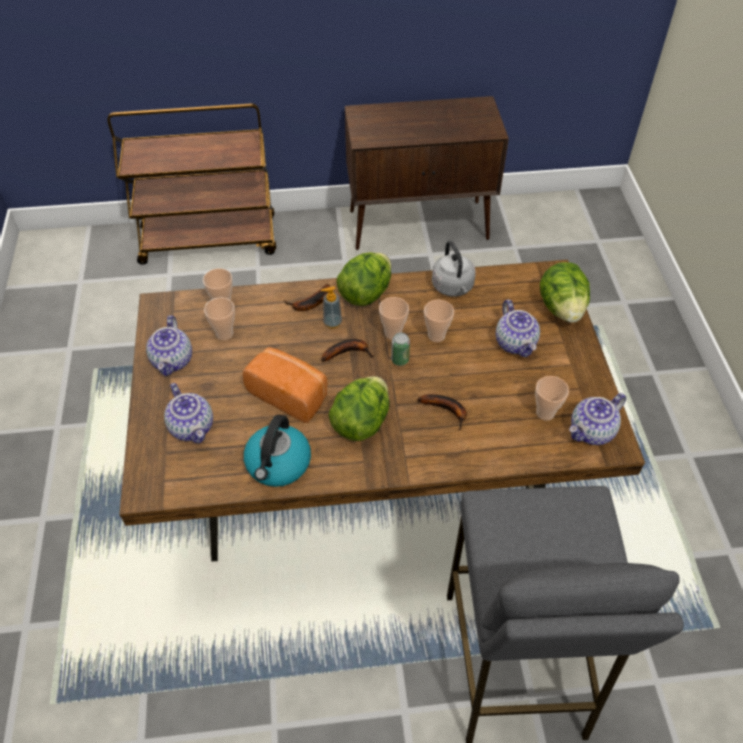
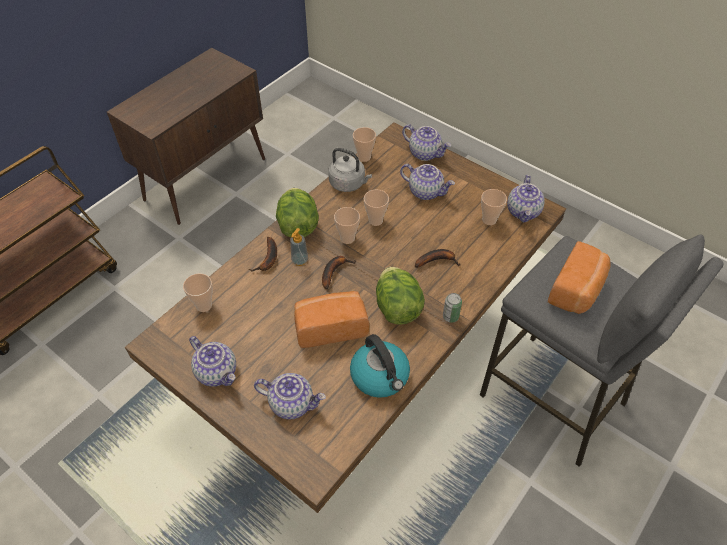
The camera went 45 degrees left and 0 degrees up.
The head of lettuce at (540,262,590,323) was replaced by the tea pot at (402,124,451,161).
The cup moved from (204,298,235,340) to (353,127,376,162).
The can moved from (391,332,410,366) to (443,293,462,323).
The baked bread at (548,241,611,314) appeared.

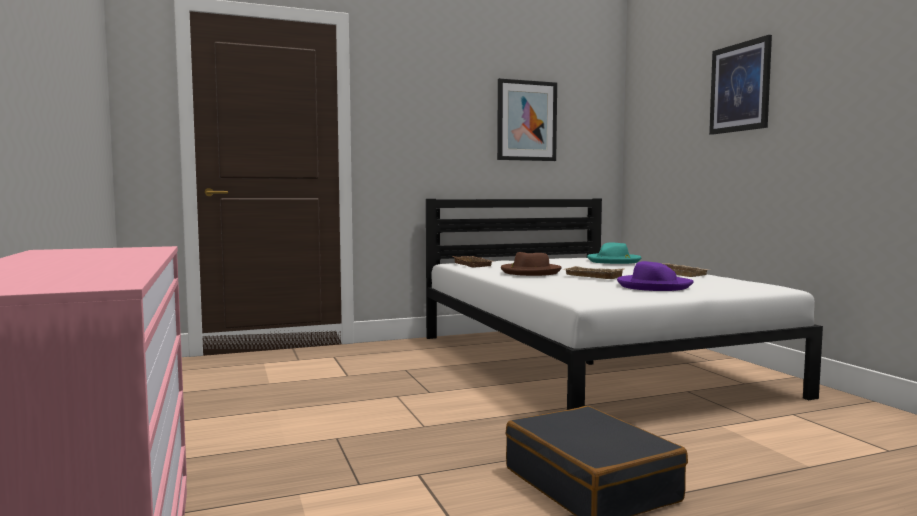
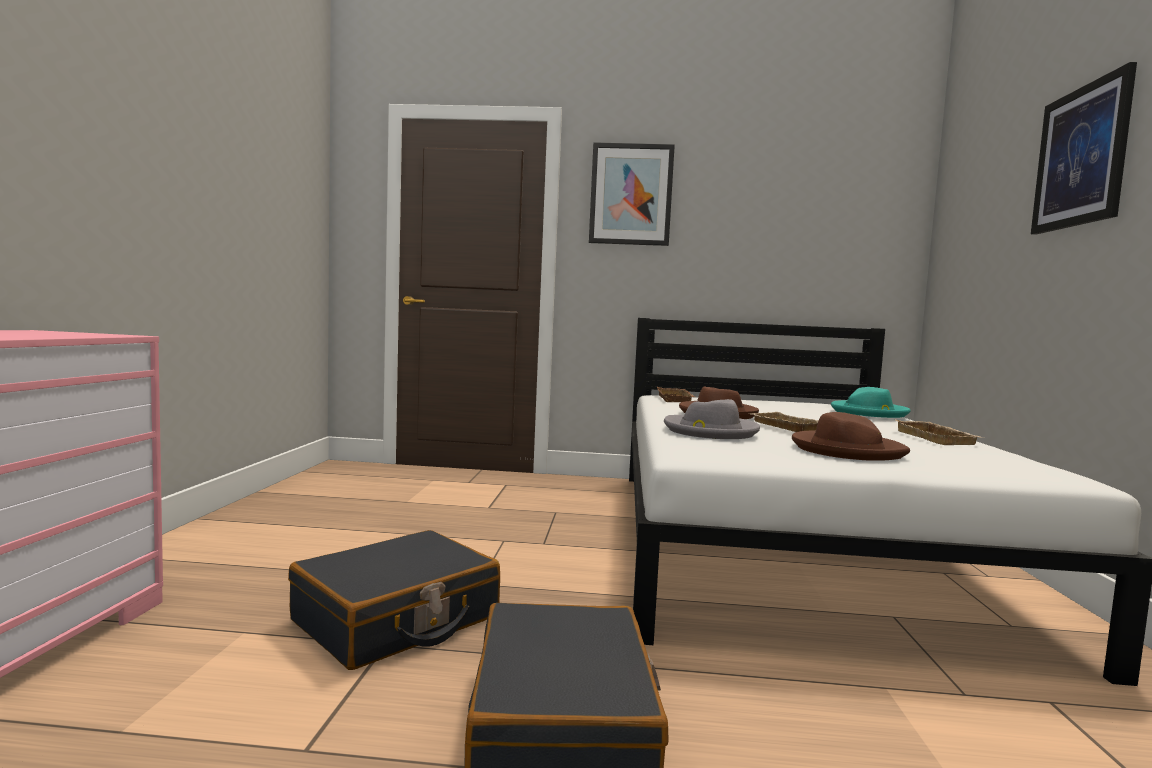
The camera went 25 degrees right and 0 degrees up.
The wall art moved from (497,78,557,161) to (589,142,675,246).
The wearable hat/purplish at (617,261,694,291) became the wearable hat/brownish at (792,412,910,461).
The wearable hat/gray at (664,399,760,439) appeared.
The travel case/blackish at (288,530,500,670) appeared.

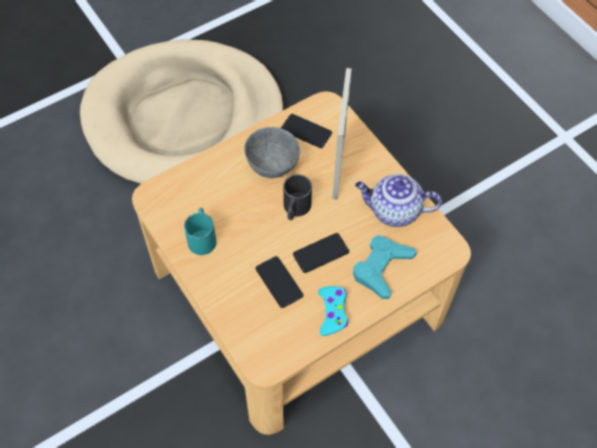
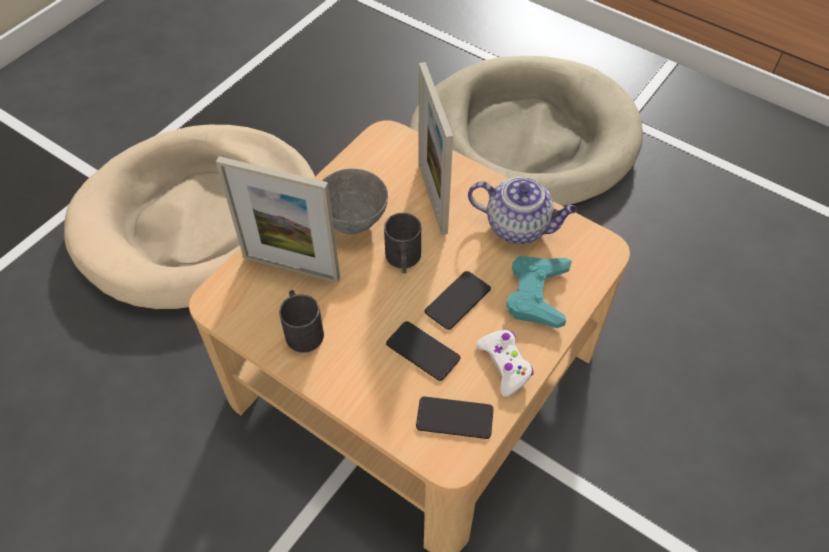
The camera went 20 degrees left and 5 degrees down.
The handset moved from (281,114,332,148) to (416,396,493,439).
The tea pot at (355,174,442,227) turned 150 degrees counterclockwise.
The mug/turquoise at (184,208,217,255) became the mug/blackish at (279,290,324,353).
The joypad/turquoise at (318,286,348,336) became the joypad/white-coloured at (476,330,533,397).
The dog bed/beige at (410,56,643,207) appeared.
The standing frame at (216,156,340,283) appeared.

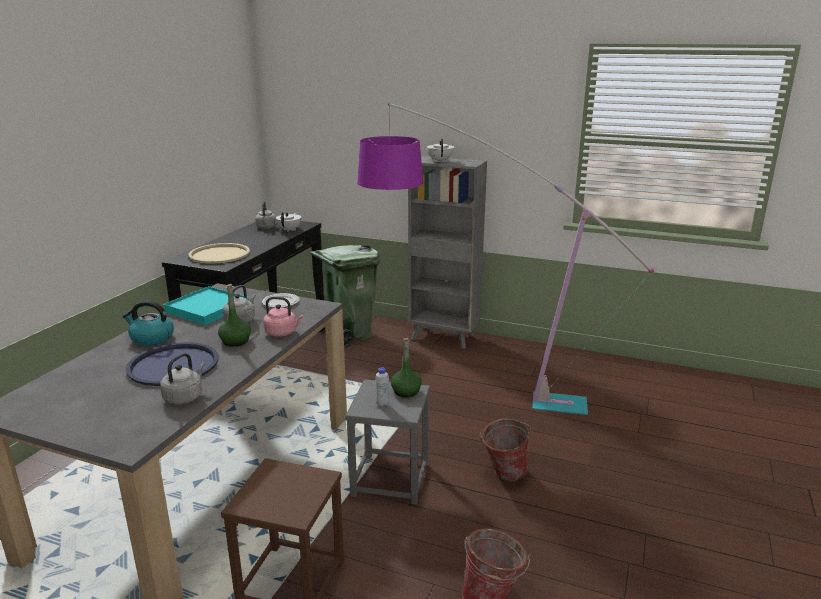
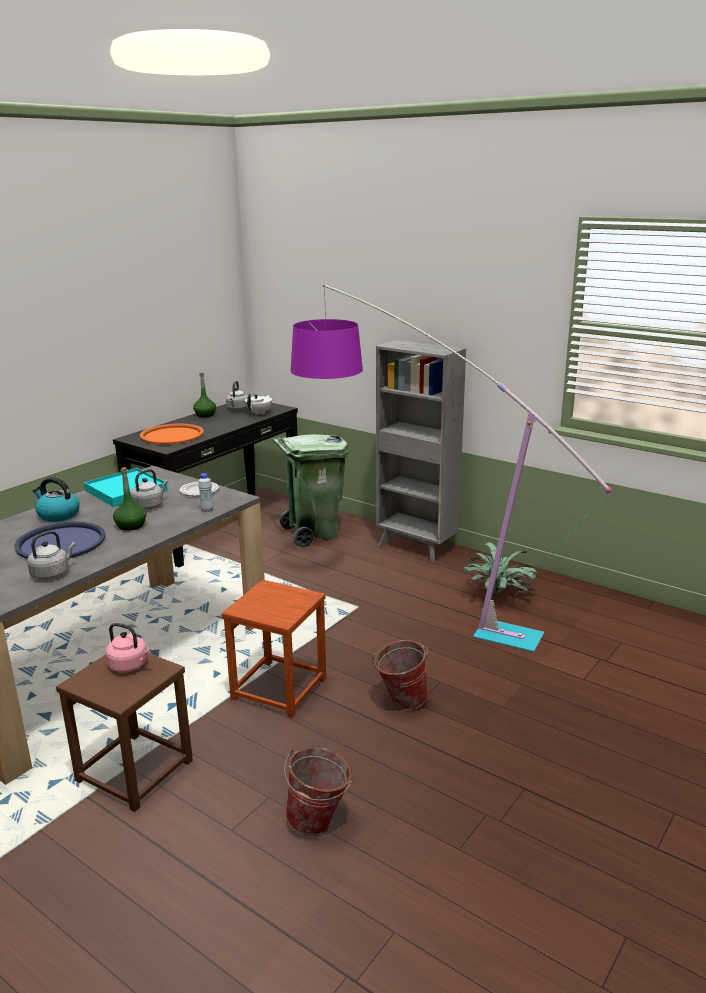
The camera went 15 degrees right and 0 degrees up.
The tea pot/white-coloured at (427,139,454,163) disappeared.
The serving tray/beige at (188,243,250,264) became the serving tray/orange-coloured at (140,424,204,445).
The tea kettle/pinkish moved from (263,297,303,337) to (105,623,151,672).
The drink bottle/green-coloured moved from (391,338,422,398) to (193,373,216,417).
The drink bottle/white-coloured moved from (375,368,389,407) to (198,473,213,512).
The sitting stool/gray at (345,379,430,505) became the sitting stool/brownish at (222,580,326,718).
The houseplant at (462,542,538,595) appeared.

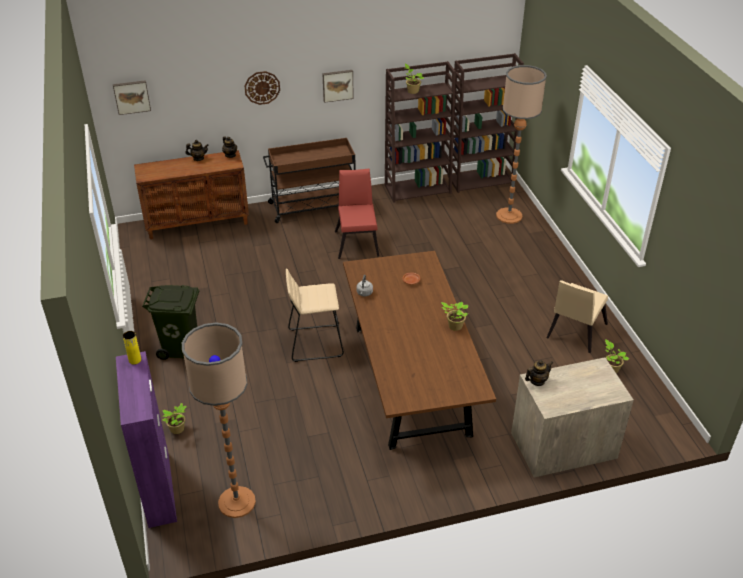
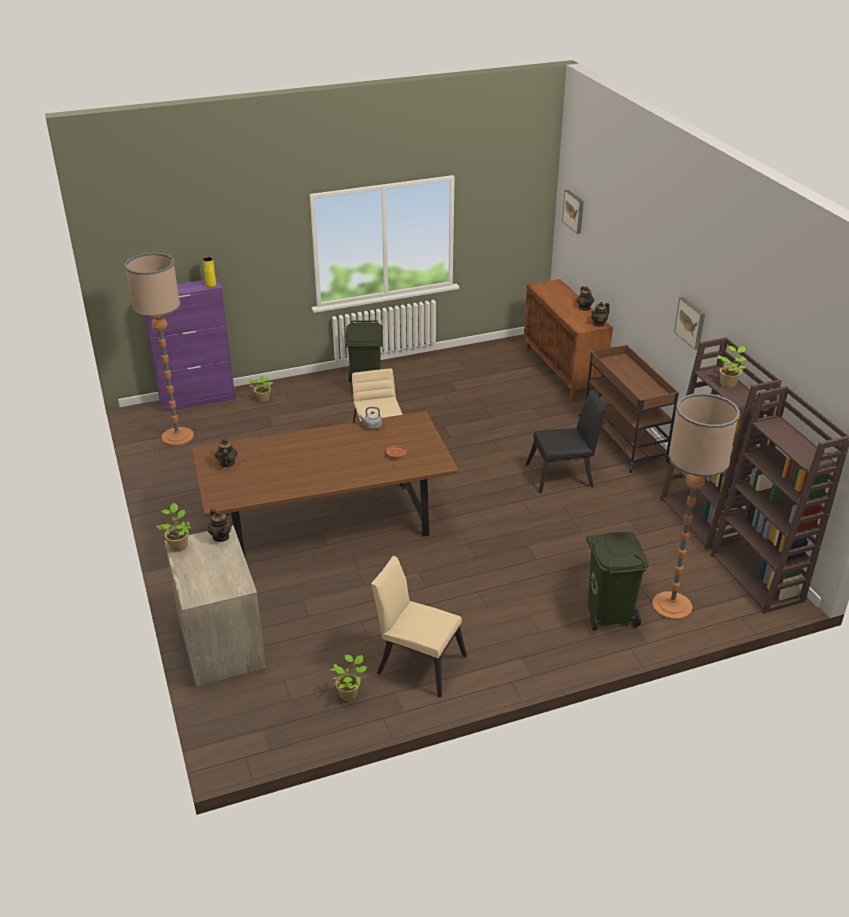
The camera went 85 degrees right and 5 degrees down.
The clock on the wall at (244,71,280,105) disappeared.
The plain chair/red-coloured at (335,169,379,259) became the plain chair/blackish at (525,389,607,494).
The houseplant moved from (441,302,468,331) to (156,503,191,552).
The tea pot at (215,437,238,467) appeared.
The waste bin/green-coloured at (586,532,649,631) appeared.

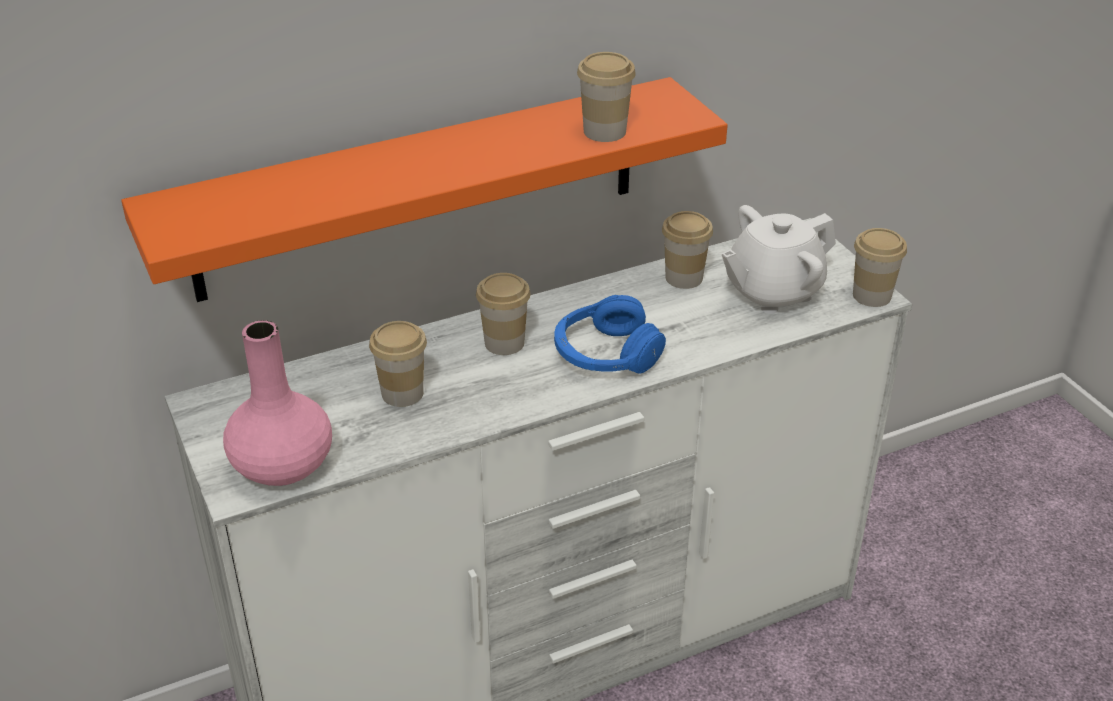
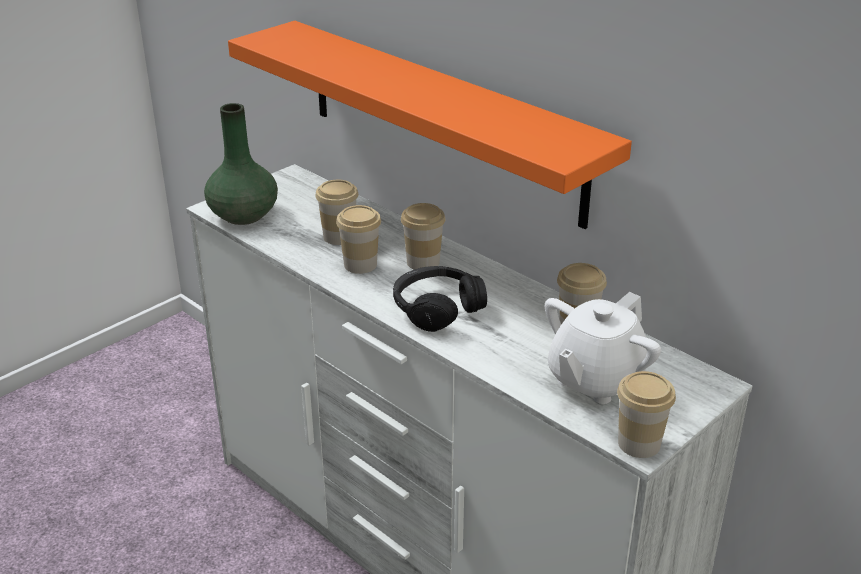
The camera went 70 degrees right and 5 degrees down.
The cup moved from (577,52,636,142) to (336,205,381,274).
The tea pot/white-coloured at (722,205,836,314) turned 90 degrees counterclockwise.
The headphones/blue at (554,295,666,374) became the headphones/blackish at (393,266,487,332).
The vase/pinkish at (223,320,332,486) became the vase/green-coloured at (204,103,278,225).

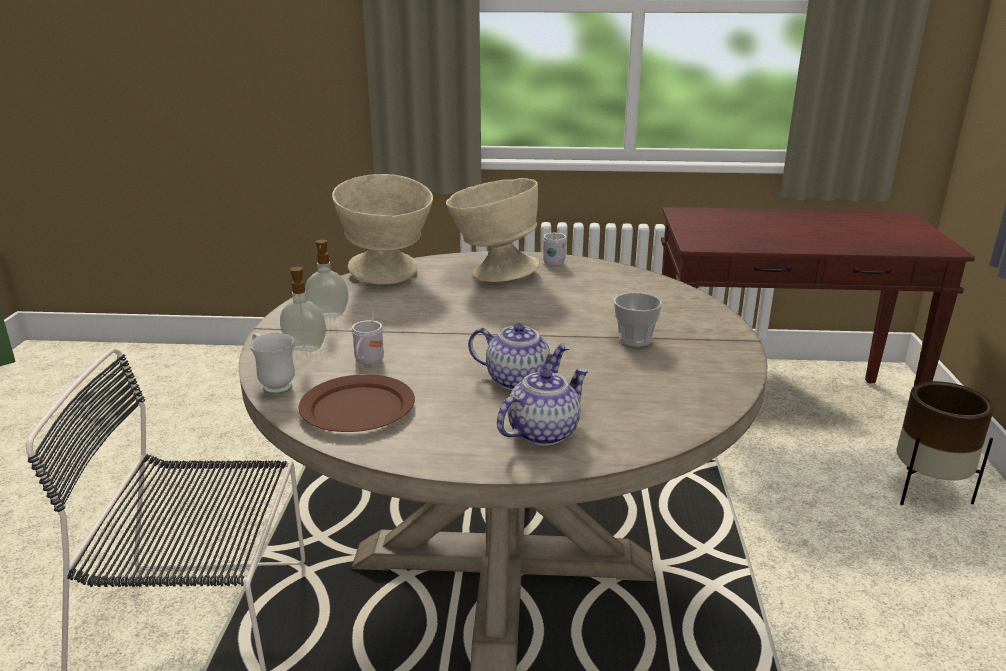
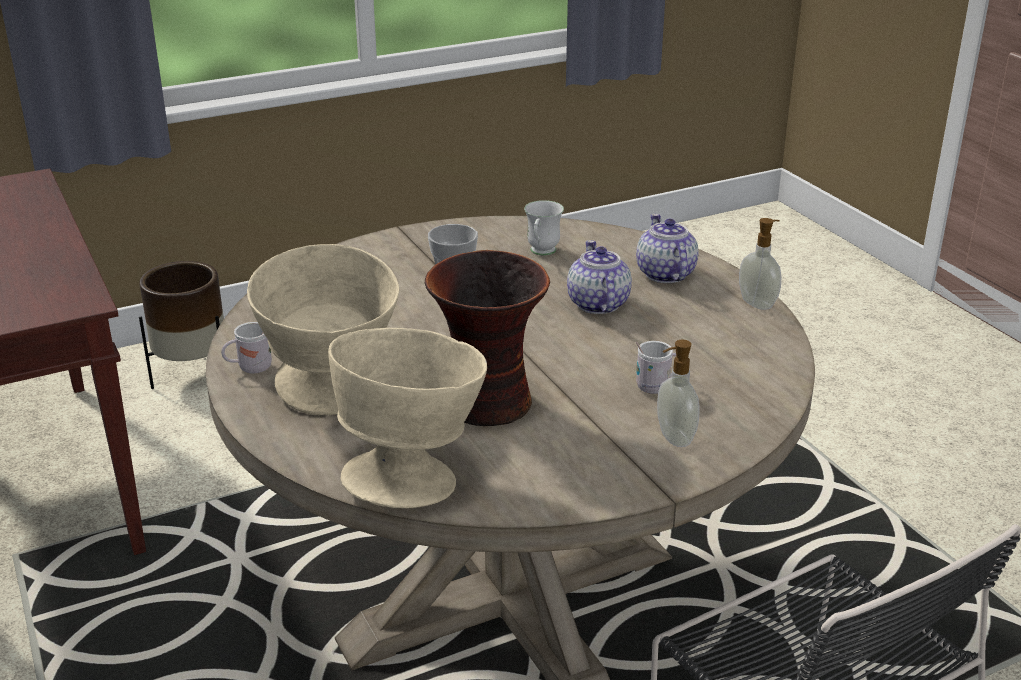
The camera went 120 degrees left and 5 degrees up.
The liquid soap bottle moved from (305,239,349,318) to (739,218,781,310).
The mug/white-coloured moved from (249,333,295,394) to (524,200,564,256).
The tea pot at (497,368,589,446) turned 60 degrees clockwise.
The flat dish/brownish at (299,374,415,432) disappeared.
The vase at (425,250,550,426) appeared.

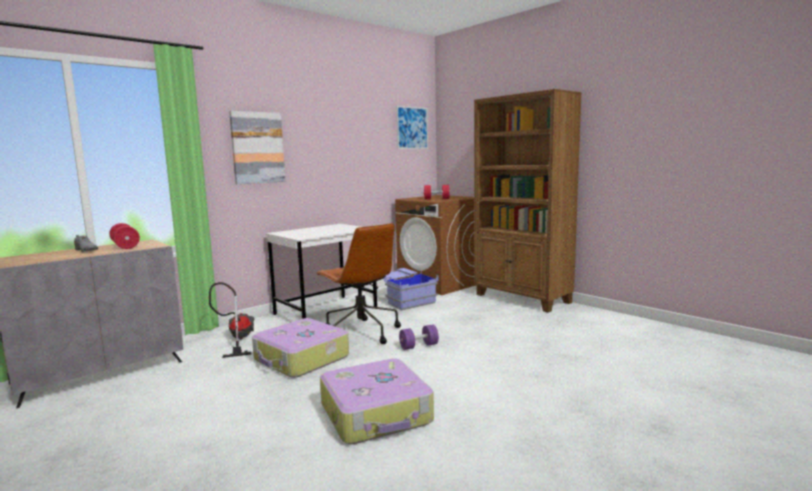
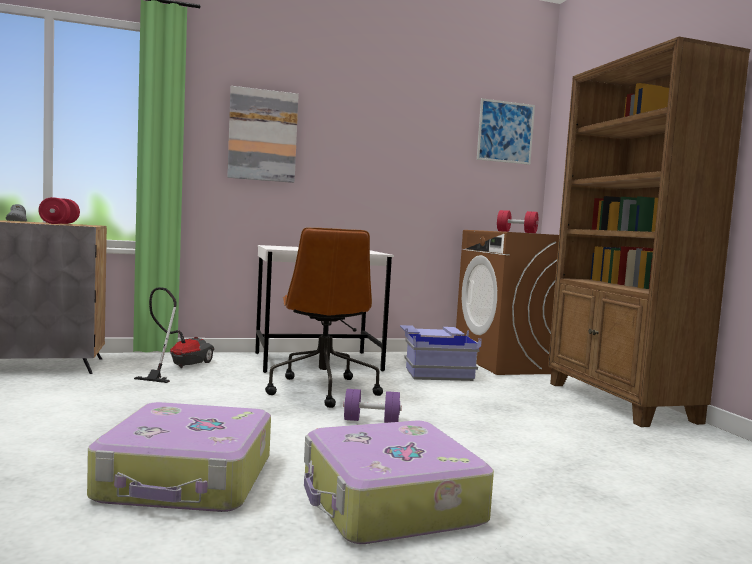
The camera went 25 degrees right and 5 degrees down.
The travel case moved from (252,318,349,378) to (304,421,494,544).

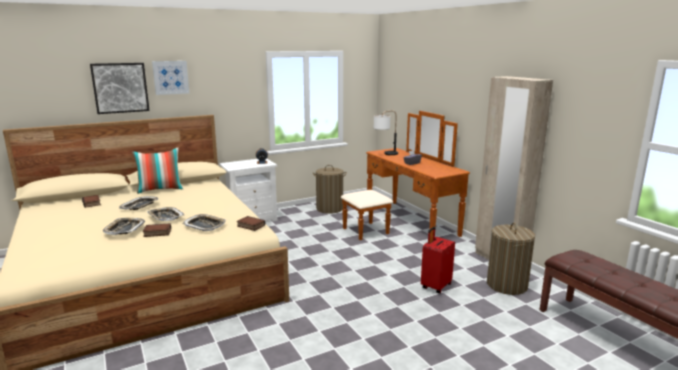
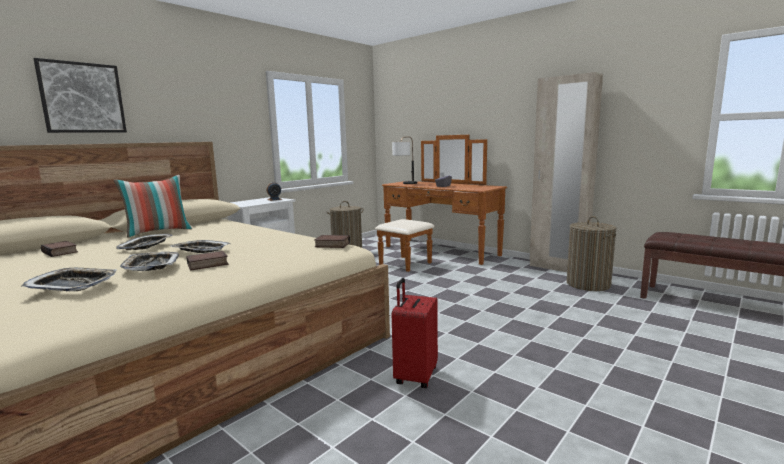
The camera went 20 degrees left and 5 degrees down.
The wall art at (152,61,189,95) disappeared.
The serving tray moved from (183,214,226,231) to (21,268,117,291).
The travel case/red-coloured moved from (421,227,455,294) to (392,278,438,388).

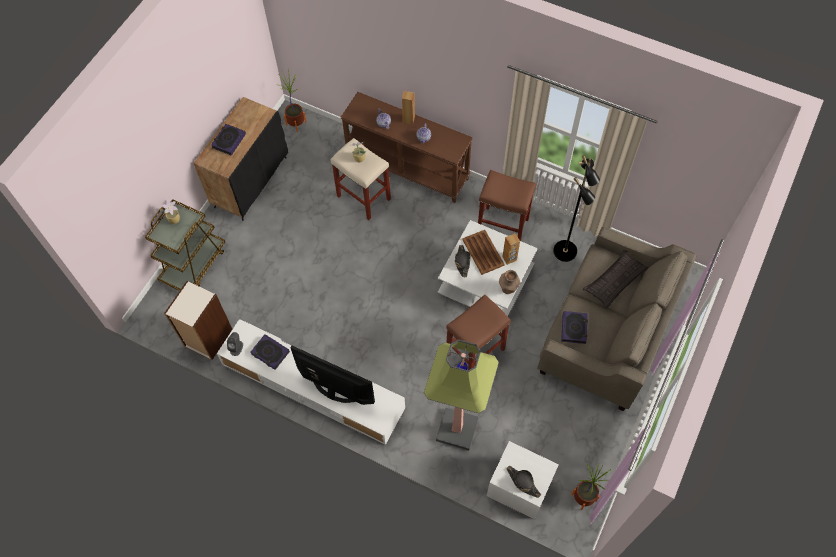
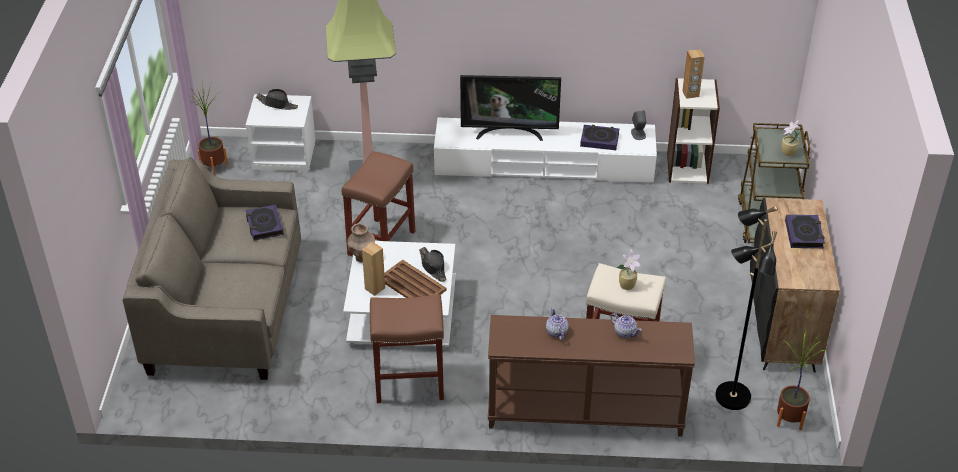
The camera went 155 degrees right and 20 degrees down.
The speaker/brownish moved from (402,91,415,124) to (682,49,705,99).
The standing lamp/blackish moved from (553,155,600,262) to (715,206,778,410).
The throw pillow at (583,250,649,309) disappeared.

